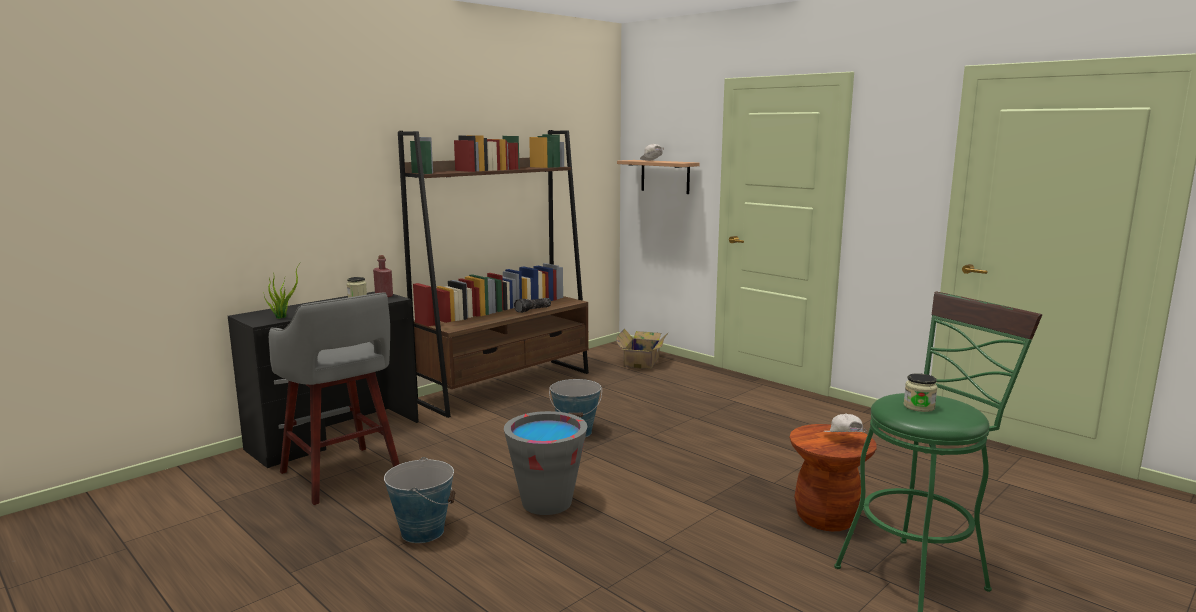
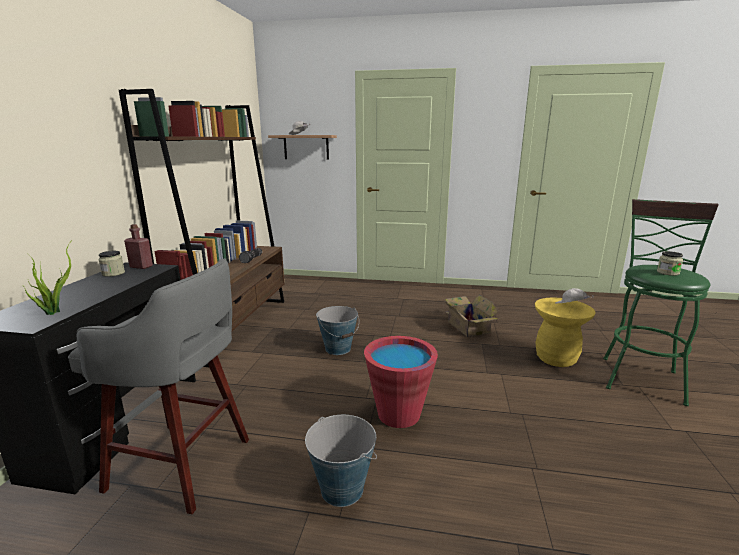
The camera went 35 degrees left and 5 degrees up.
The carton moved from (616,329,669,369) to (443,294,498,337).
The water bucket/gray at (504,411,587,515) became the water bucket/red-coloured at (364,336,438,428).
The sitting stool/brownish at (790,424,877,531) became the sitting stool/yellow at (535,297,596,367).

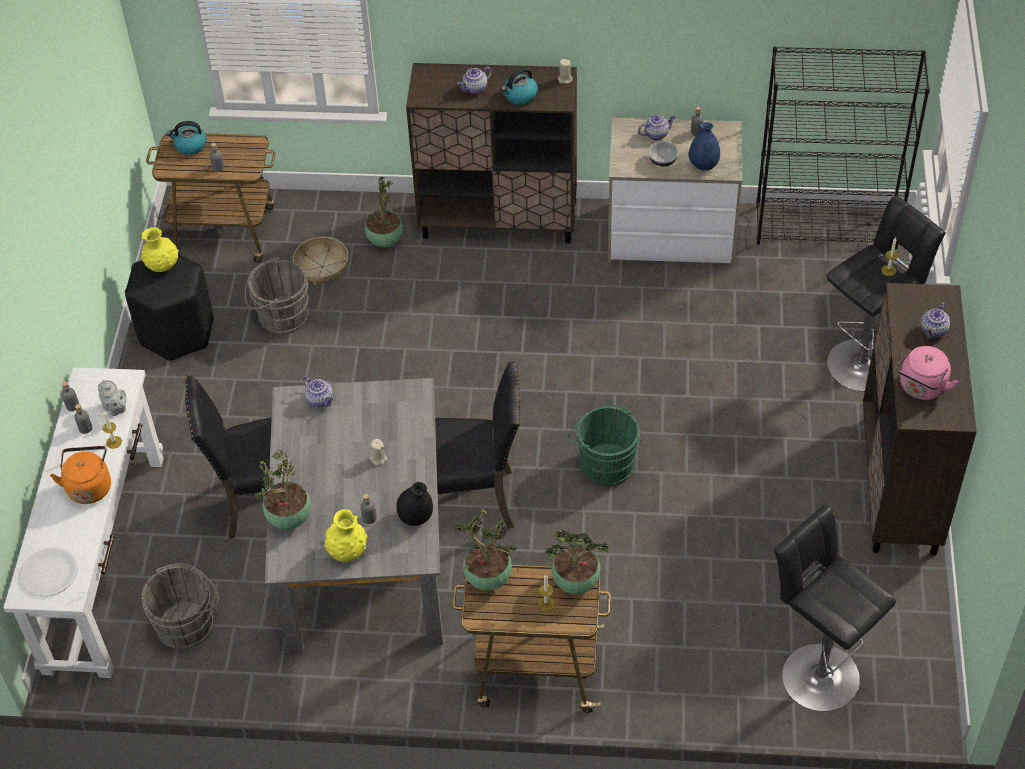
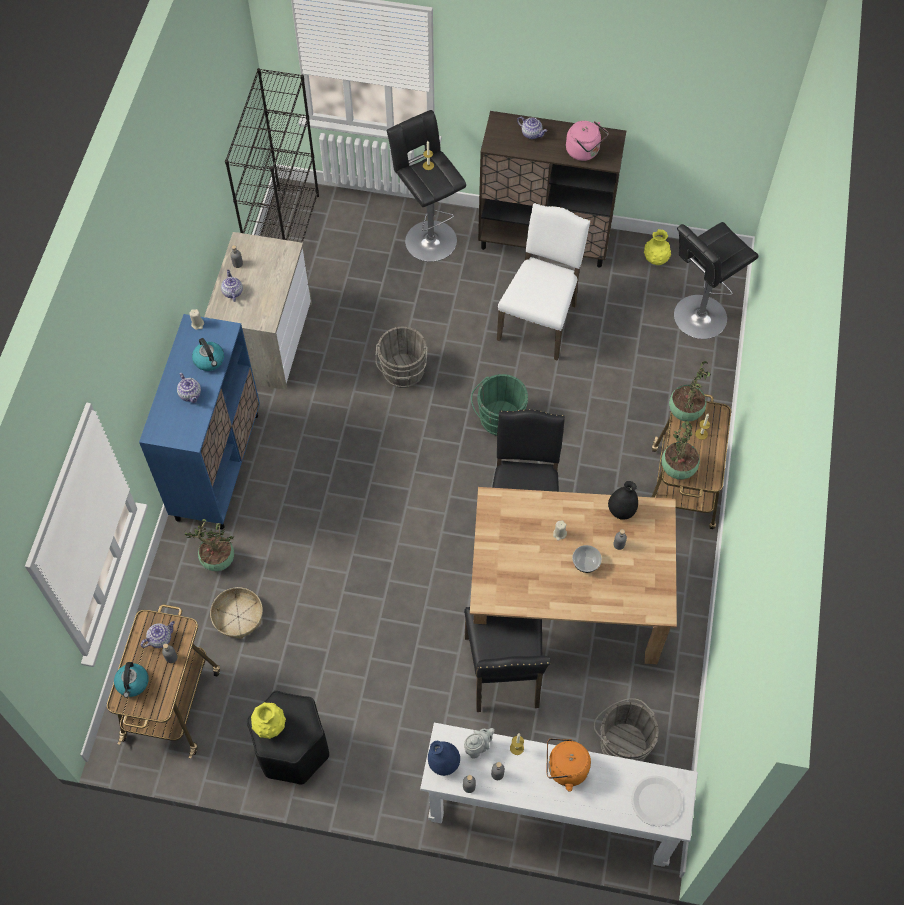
The camera went 85 degrees left and 10 degrees up.
The cabinet/brownish at (406,63,577,244) became the cabinet/blue at (139,314,260,529).
The vase/blue moved from (689,122,720,171) to (428,741,460,776).
The deep dish moved from (648,141,679,166) to (572,545,602,573).
The water bucket/gray moved from (245,257,310,335) to (375,327,428,388).
The tea pot moved from (303,376,333,407) to (141,621,175,648).
The dinner table/gray at (265,378,443,654) became the dinner table/brownish at (470,487,677,664).
The houseplant at (254,450,311,529) disappeared.
The vase/yellow moved from (324,509,368,562) to (644,229,671,265).
The plain chair/white-coloured at (497,203,590,361) appeared.

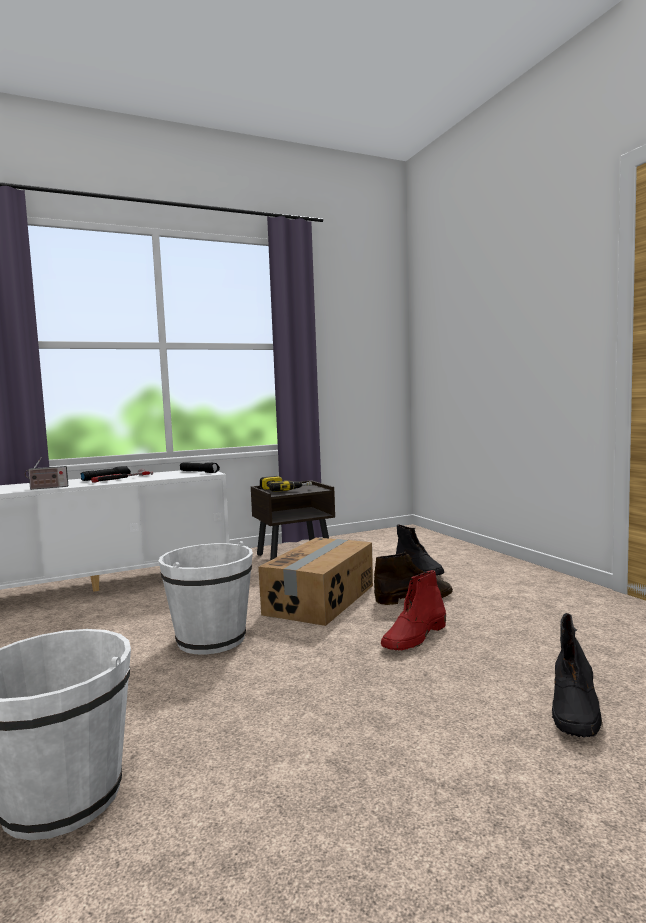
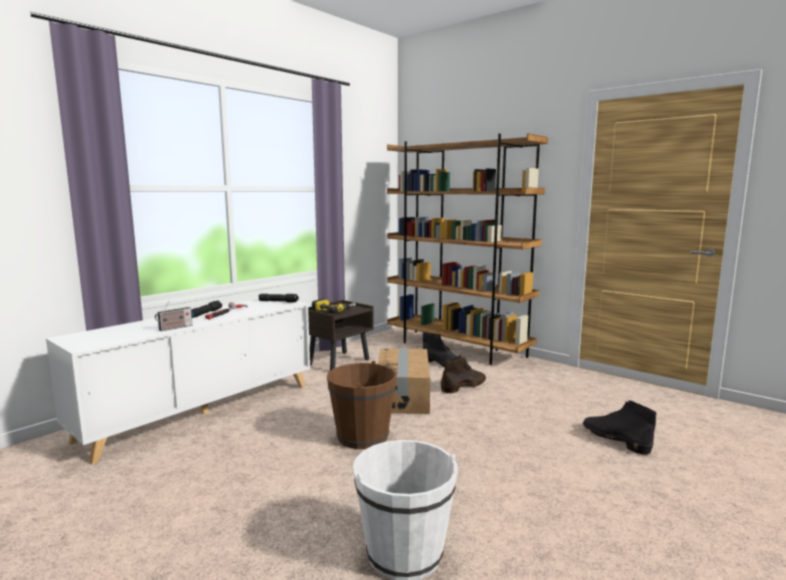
The camera went 25 degrees left and 5 degrees up.
The water bucket/white-coloured at (159,541,253,655) became the water bucket/brownish at (327,361,397,449).
The tall boot/red-coloured at (381,570,446,650) disappeared.
The tall boot/blackish at (552,613,603,738) turned 150 degrees clockwise.
The bookshelf/brownish at (387,133,548,365) appeared.

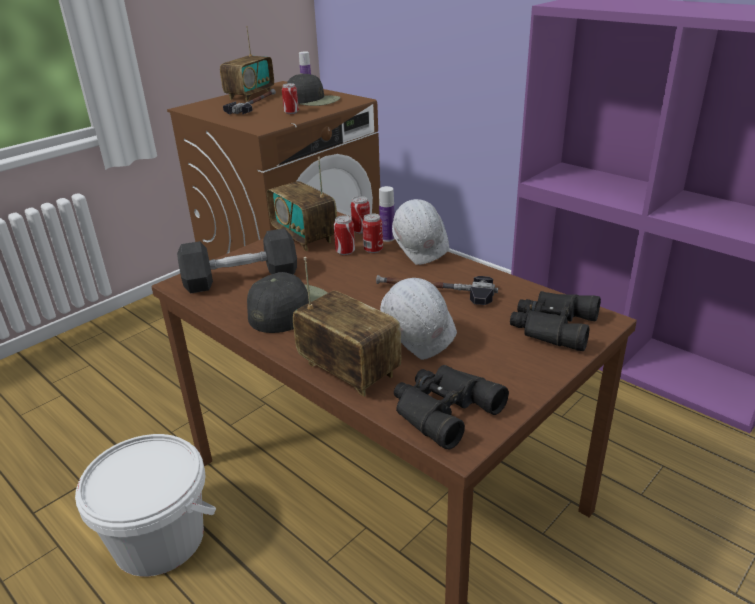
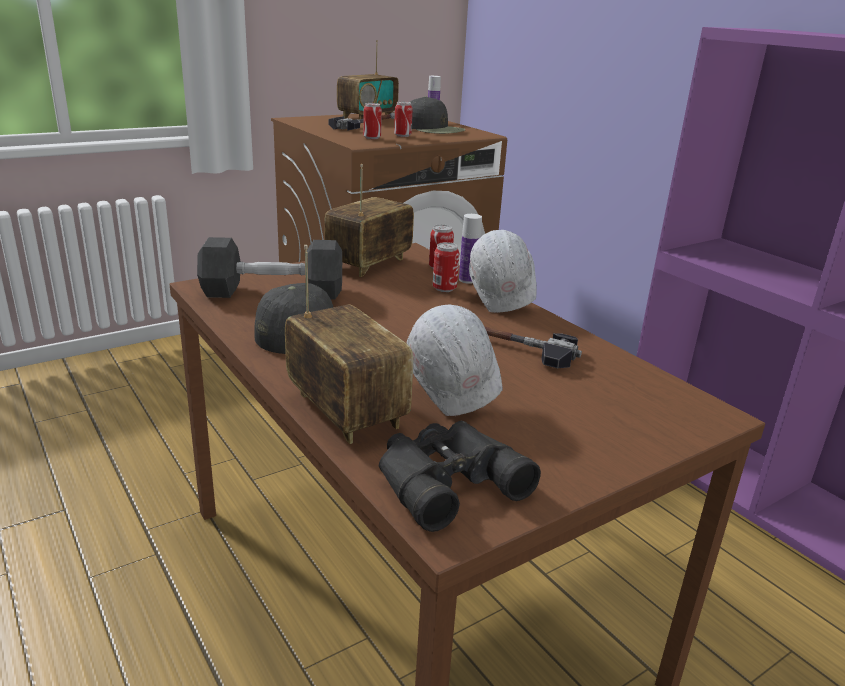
The camera went 10 degrees right and 5 degrees down.
The radio set at (267,157,337,251) turned 60 degrees clockwise.
The can moved from (334,215,355,255) to (363,103,382,139).
The pair of binoculars/blackish at (510,291,601,351) disappeared.
The water bucket/white-coloured at (75,434,216,577) disappeared.

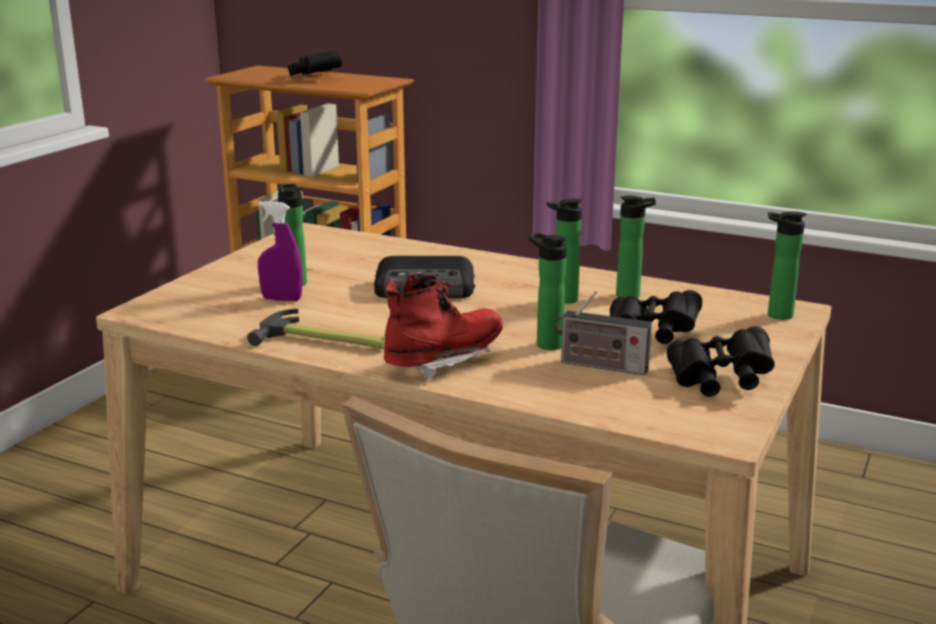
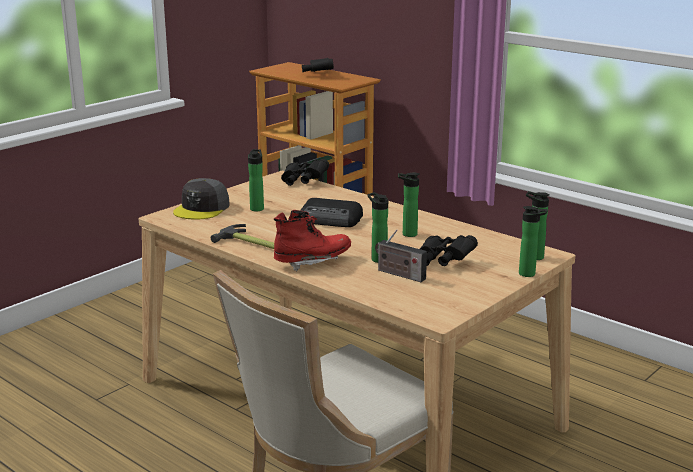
The camera went 15 degrees right and 0 degrees up.
The drink bottle moved from (616,195,656,298) to (519,206,548,277).
The spray bottle/purplish at (258,201,303,301) disappeared.
The pair of binoculars/blackish moved from (667,326,775,397) to (281,159,329,186).
The baseball cap/gray at (173,178,230,219) appeared.

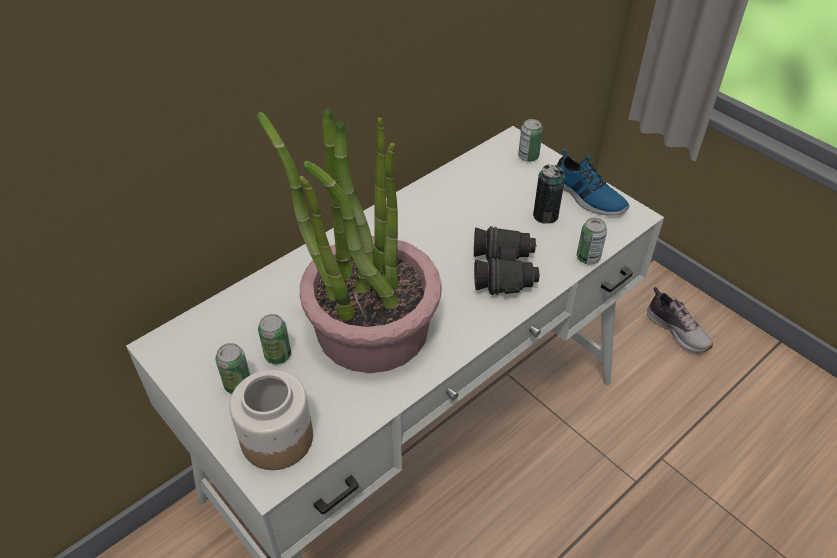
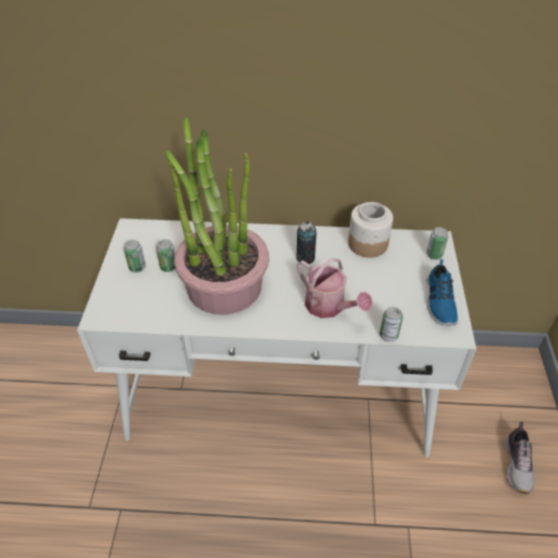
The camera went 45 degrees right and 0 degrees up.
The can moved from (533,164,565,224) to (296,221,317,264).
The pair of binoculars/blackish at (474,226,540,295) was replaced by the watering pot at (297,258,373,318).
The jar moved from (229,370,313,470) to (348,202,393,258).

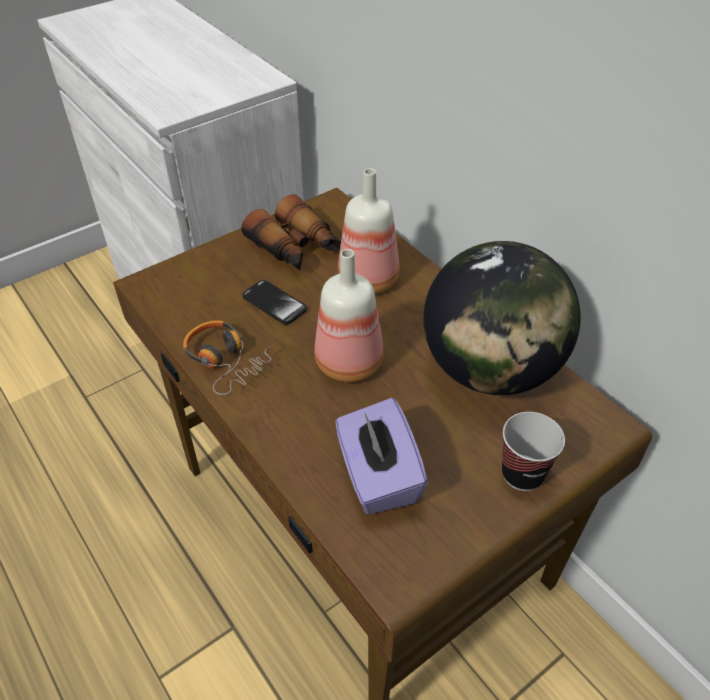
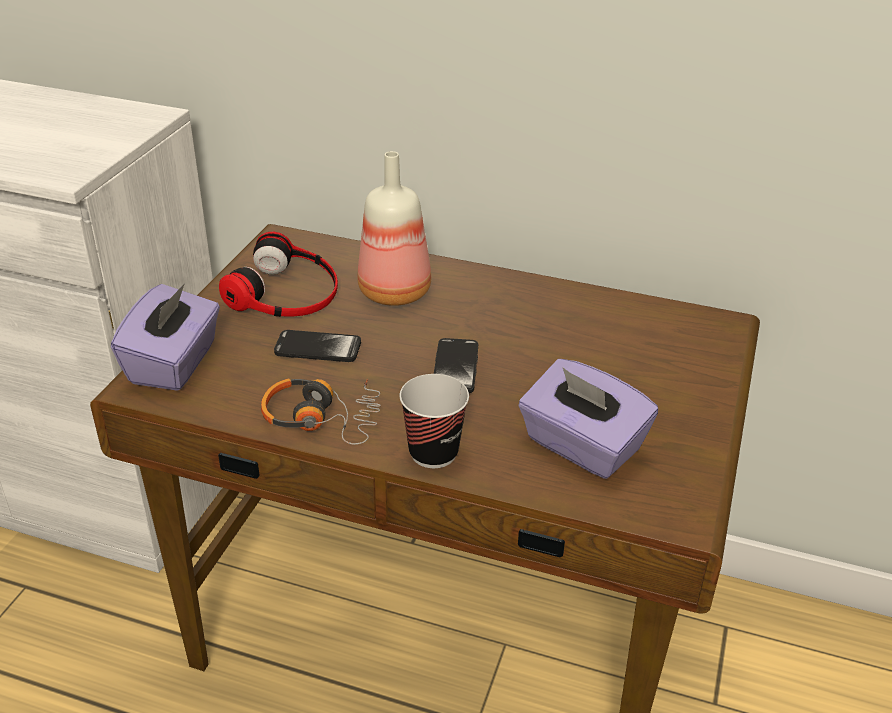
The camera went 35 degrees left and 10 degrees down.
The pair of binoculars at (242,194,341,270) was replaced by the headphones at (219,232,338,317).
The desk globe at (423,241,581,395) disappeared.
The drink bottle at (314,249,384,382) was replaced by the handset at (434,338,478,393).
The cup moved from (502,412,565,491) to (399,374,469,468).
The tissue box/purplish at (111,283,220,391) appeared.

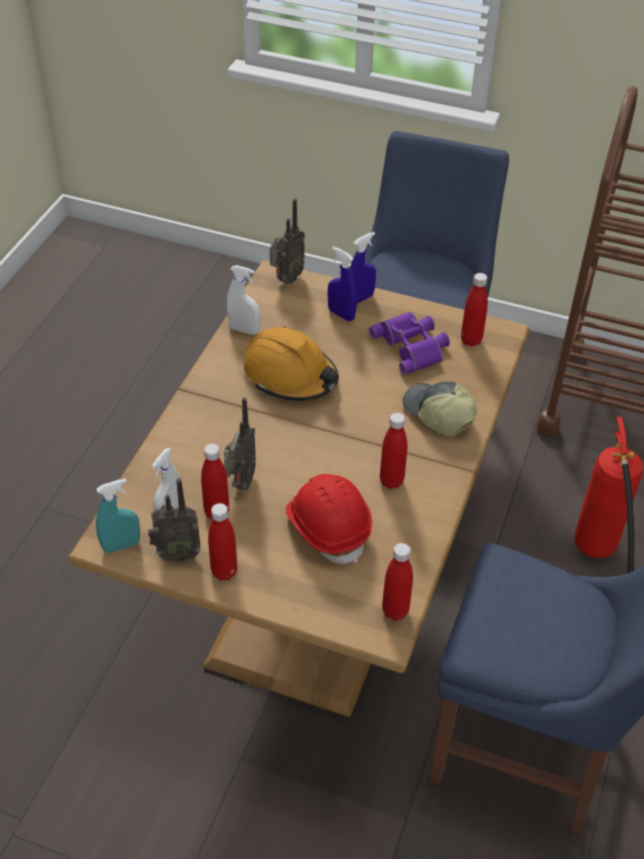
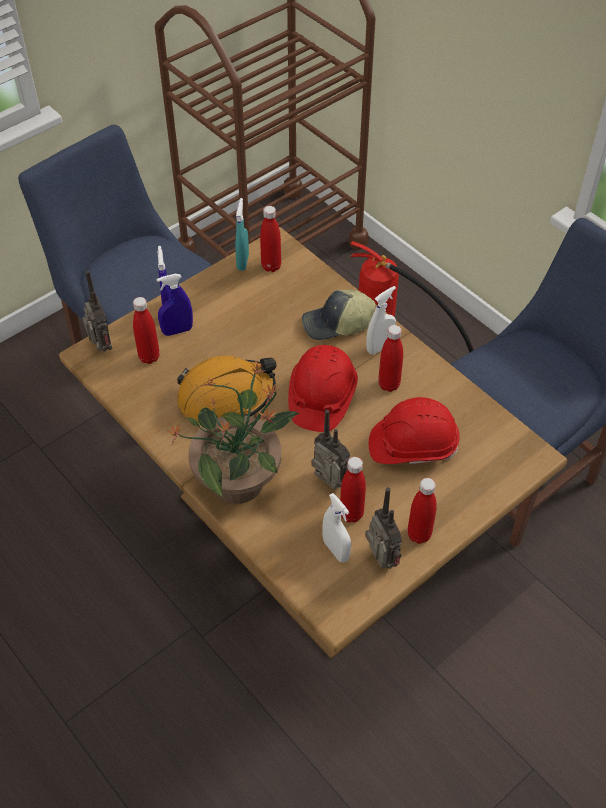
The camera went 60 degrees left and 5 degrees up.
The spray bottle/white-coloured moved from (227,265,260,335) to (367,286,396,355).
The pair of binoculars/purplish at (369,312,450,375) disappeared.
The spray bottle/turquoise moved from (96,478,140,553) to (235,198,249,271).
The radio set at (148,478,201,562) turned 45 degrees counterclockwise.
The drink bottle/red-coloured moved from (382,543,413,620) to (133,297,160,364).
The work helmet/red-coloured at (288,345,358,432) appeared.
The houseplant at (167,360,299,504) appeared.

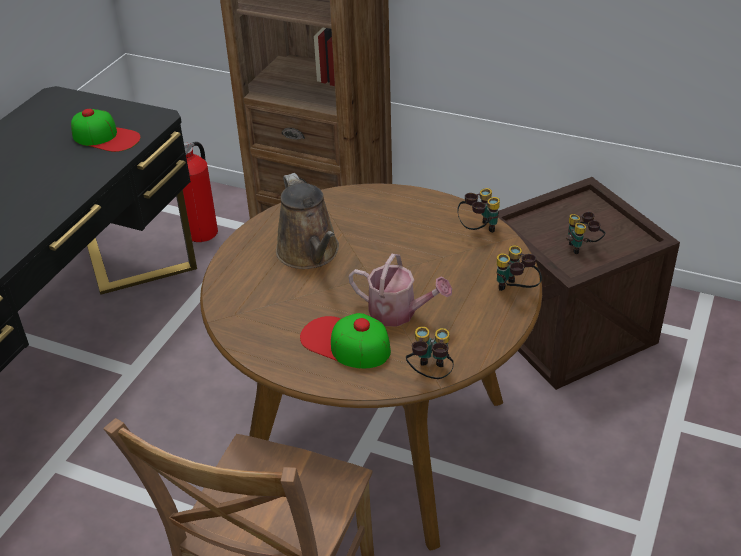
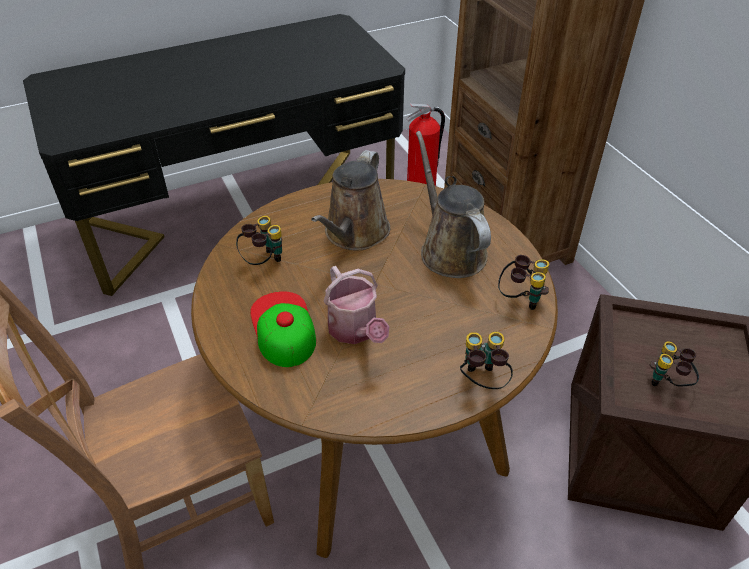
The camera went 40 degrees right and 5 degrees up.
The baseball cap at (71,109,141,152) disappeared.
The pair of binoculars moved from (406,326,454,379) to (236,216,282,265).
The watering pot/brownish at (416,131,491,278) appeared.

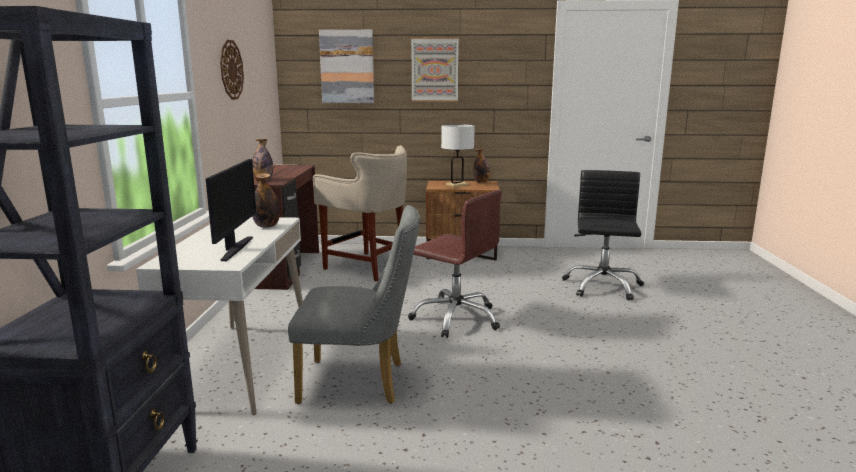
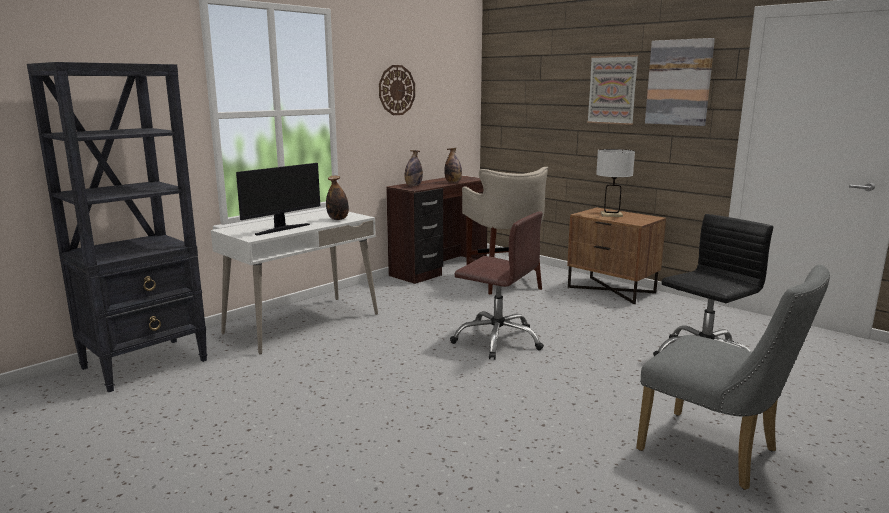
The camera went 40 degrees right and 0 degrees up.
The wall art moved from (319,30,374,103) to (645,38,715,126).
The drink bottle moved from (473,148,490,183) to (444,148,462,183).
The desk chair/brownish at (408,190,502,338) turned 45 degrees counterclockwise.
The plain chair/gray moved from (288,205,420,404) to (636,264,830,490).

